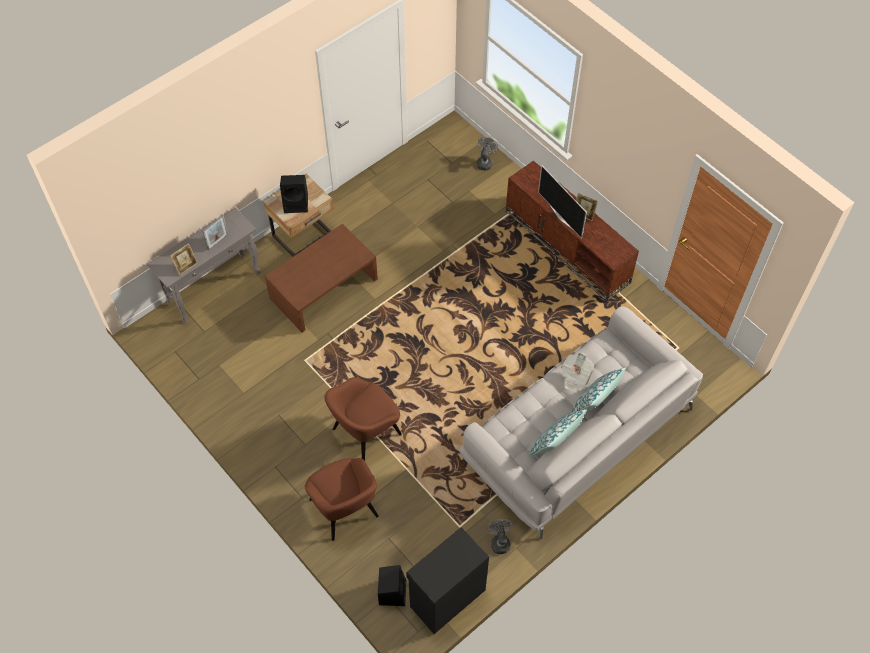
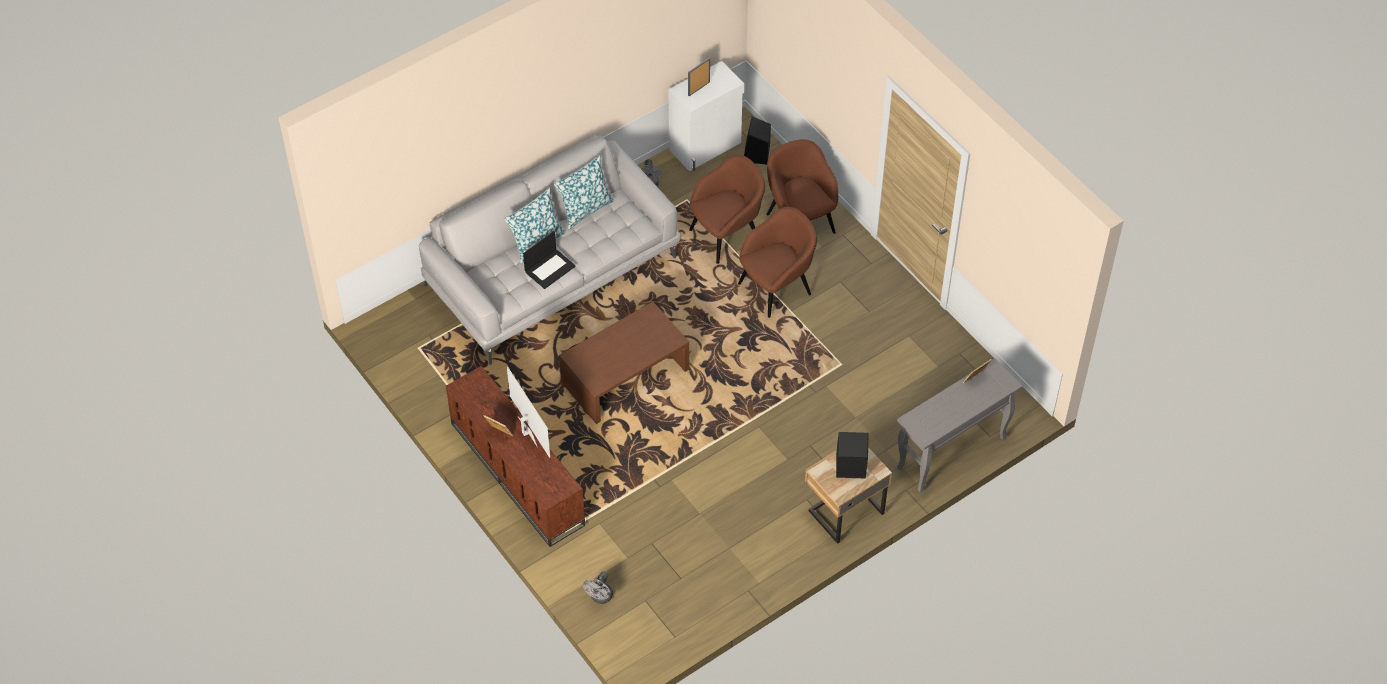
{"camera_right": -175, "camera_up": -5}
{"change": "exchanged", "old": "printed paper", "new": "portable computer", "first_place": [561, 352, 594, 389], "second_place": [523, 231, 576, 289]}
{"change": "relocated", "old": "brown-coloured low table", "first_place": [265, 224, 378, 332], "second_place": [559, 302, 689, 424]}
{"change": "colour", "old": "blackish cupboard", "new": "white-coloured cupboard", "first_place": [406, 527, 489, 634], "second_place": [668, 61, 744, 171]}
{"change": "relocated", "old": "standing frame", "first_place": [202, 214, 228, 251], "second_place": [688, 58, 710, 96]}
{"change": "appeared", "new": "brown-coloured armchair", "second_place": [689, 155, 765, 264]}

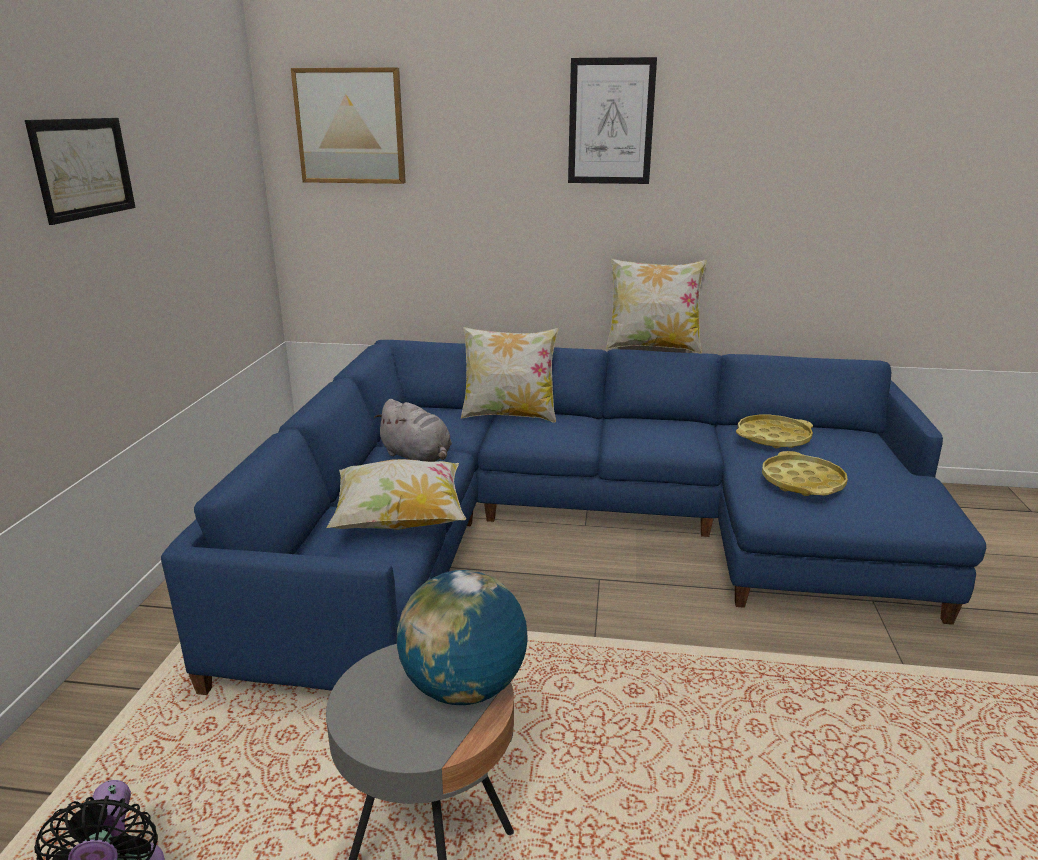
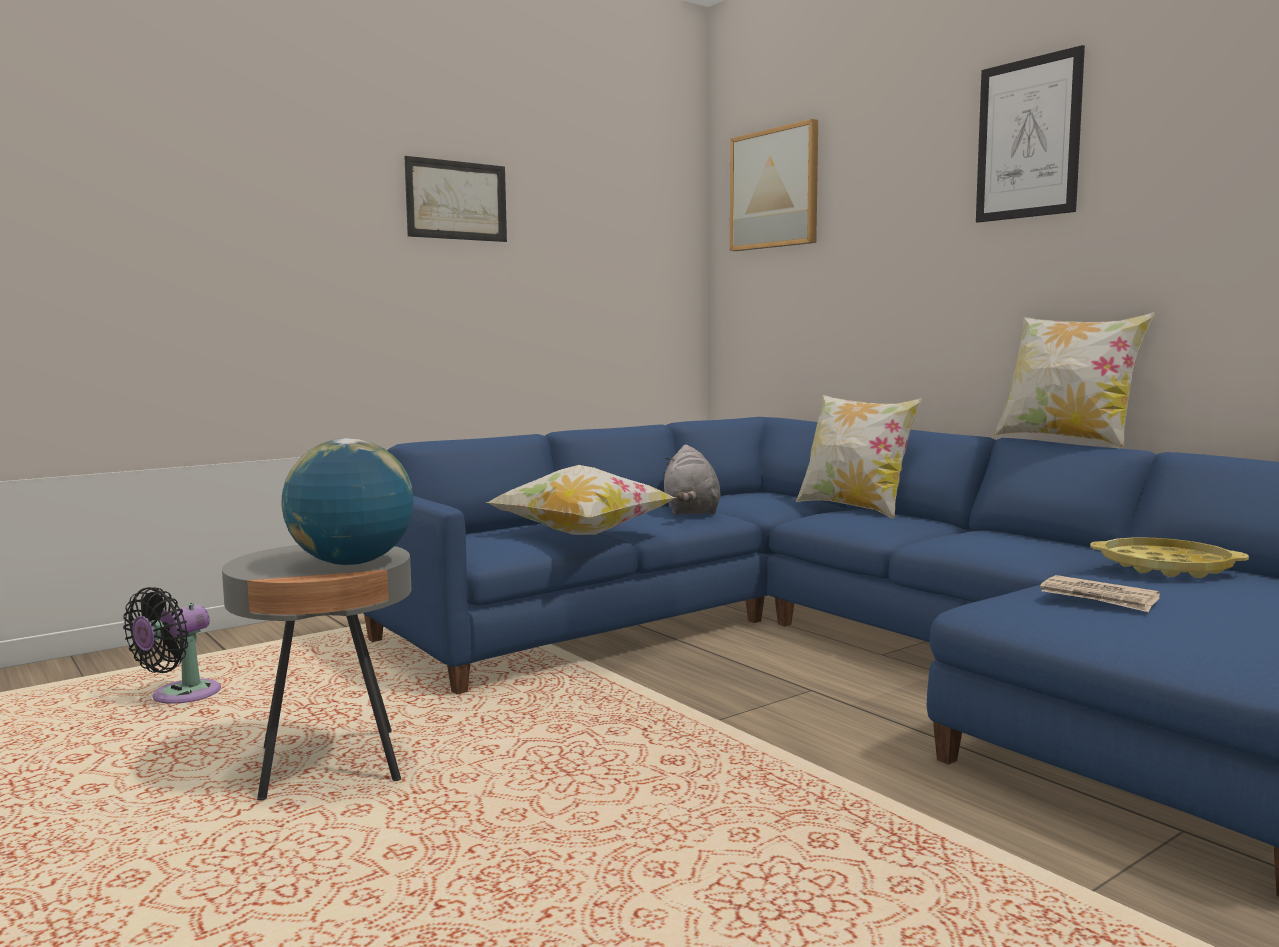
{"camera_right": 45, "camera_up": -15}
{"change": "exchanged", "old": "yellow-coloured carrying tray", "new": "printed paper", "first_place": [762, 451, 848, 496], "second_place": [1040, 575, 1160, 612]}

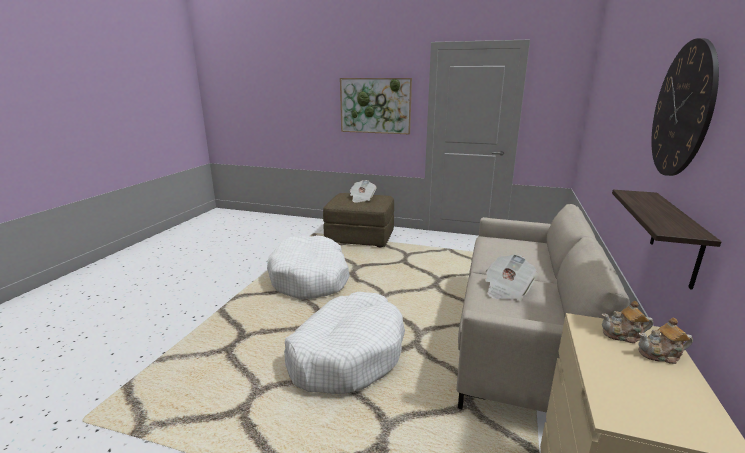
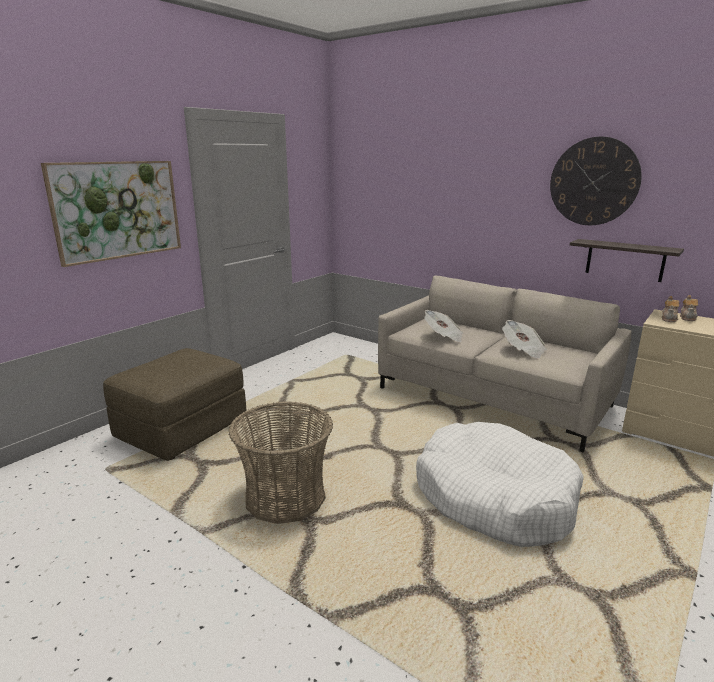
{"camera_right": -70, "camera_up": 0}
{"change": "exchanged", "old": "white-coloured dog bed", "new": "storage basket", "first_place": [267, 235, 350, 299], "second_place": [228, 401, 333, 524]}
{"change": "relocated", "old": "printed paper", "first_place": [350, 180, 377, 203], "second_place": [424, 310, 464, 343]}

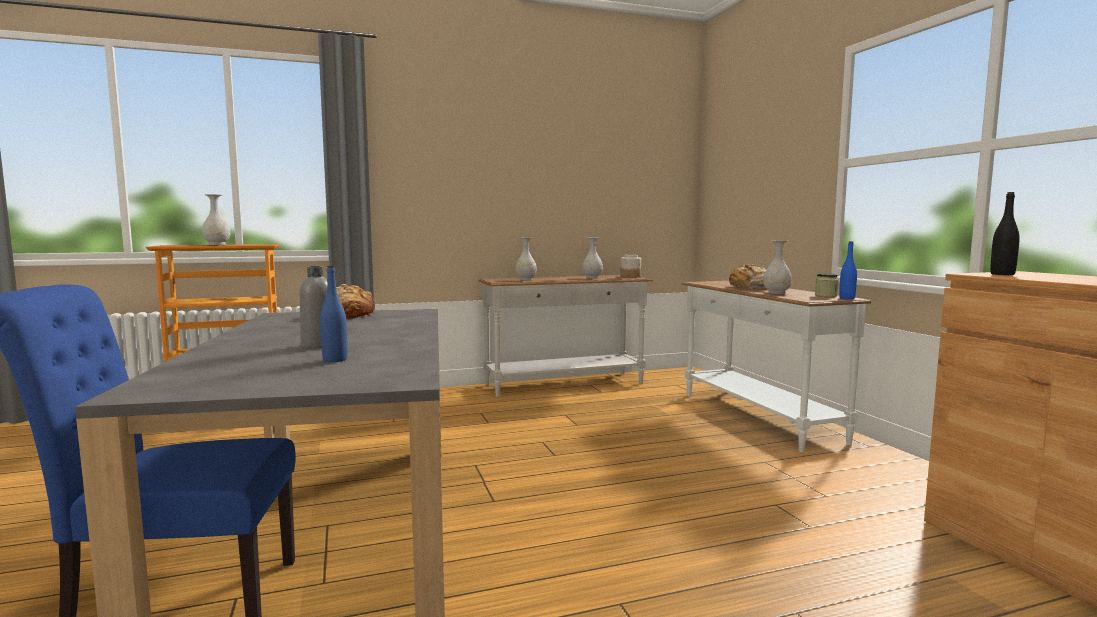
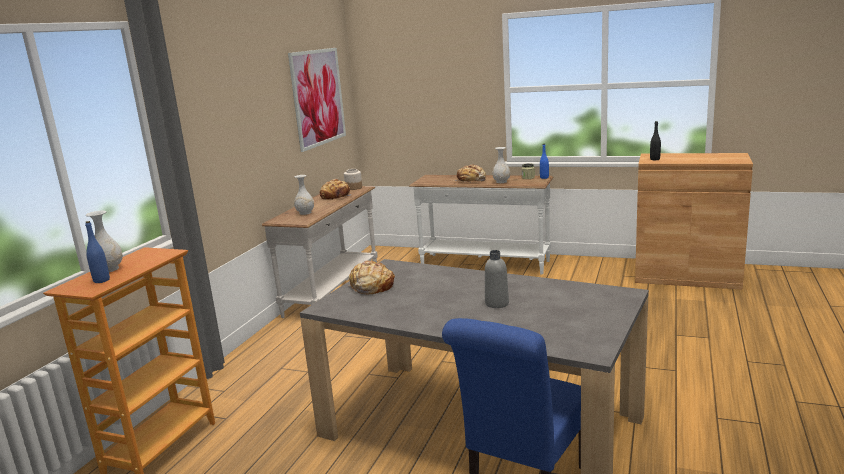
{"camera_right": -50, "camera_up": 10}
{"change": "relocated", "old": "blue-coloured beverage bottle", "first_place": [320, 266, 348, 362], "second_place": [85, 221, 110, 283]}
{"change": "appeared", "new": "wall art", "second_place": [288, 48, 346, 152]}
{"change": "exchanged", "old": "white-coloured decorative vase", "new": "baked bread", "first_place": [582, 237, 603, 278], "second_place": [320, 179, 352, 200]}

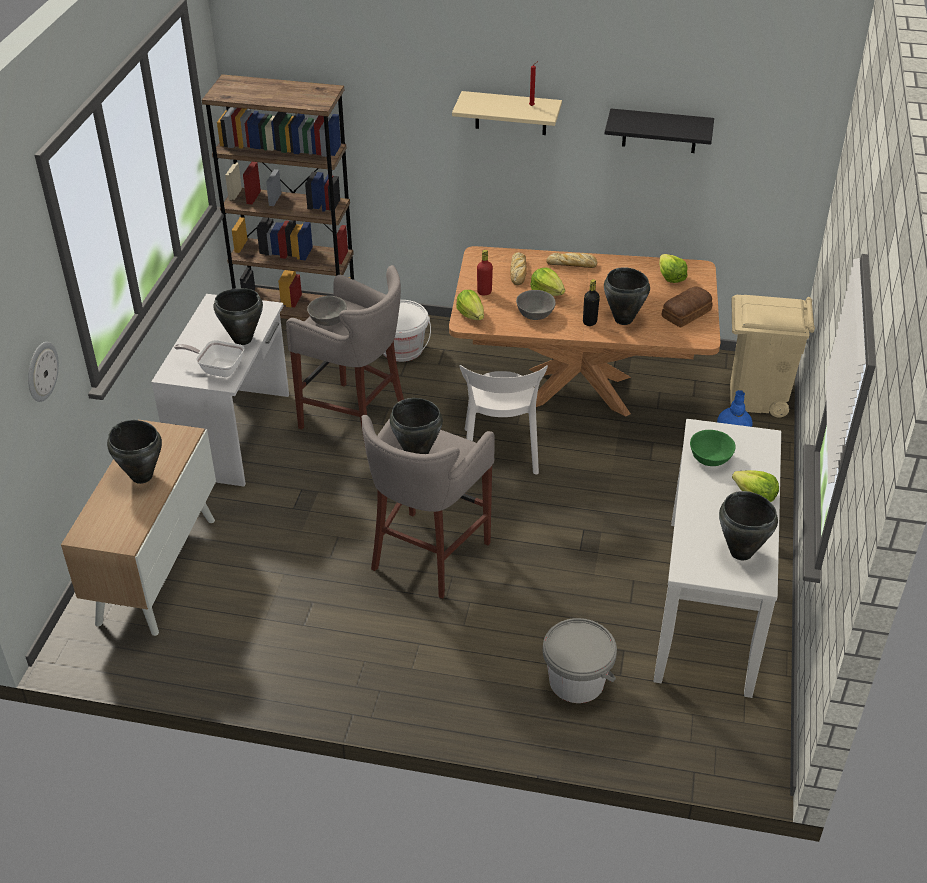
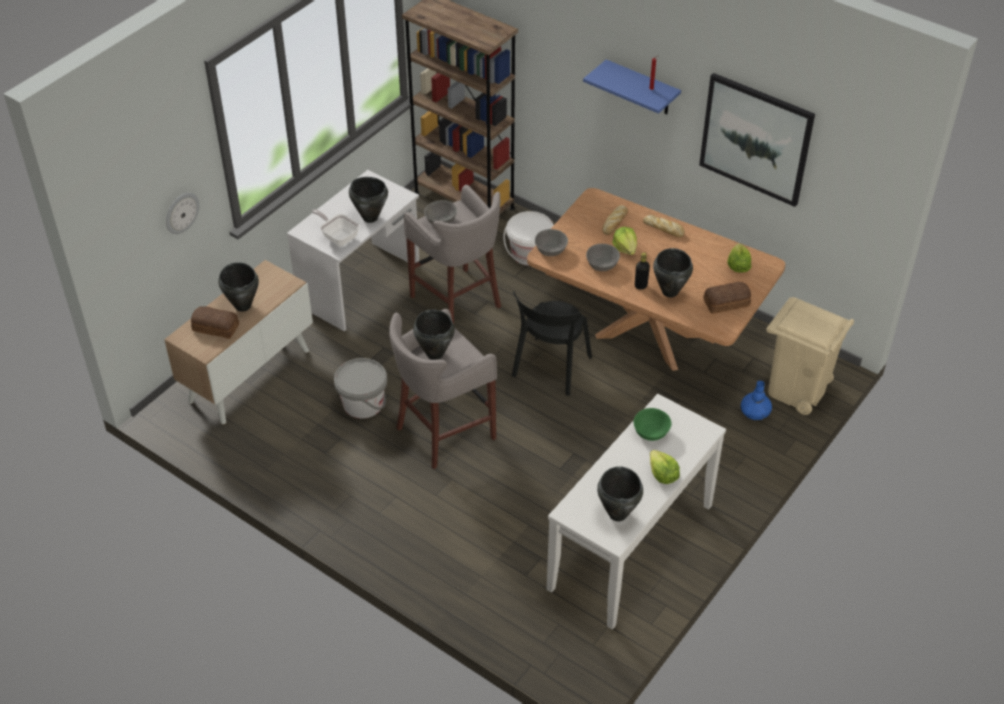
{"camera_right": 25, "camera_up": 5}
{"change": "appeared", "new": "baked bread", "second_place": [191, 306, 239, 339]}
{"change": "relocated", "old": "greyish pail", "first_place": [543, 618, 617, 703], "second_place": [334, 358, 387, 419]}
{"change": "colour", "old": "white-coloured chair", "new": "blackish chair", "first_place": [459, 365, 548, 474], "second_place": [512, 291, 592, 396]}
{"change": "exchanged", "old": "head of lettuce", "new": "greyish bowl", "first_place": [456, 290, 484, 320], "second_place": [535, 229, 568, 256]}
{"change": "colour", "old": "sand-coloured shelf", "new": "blue-coloured shelf", "first_place": [452, 91, 562, 135], "second_place": [583, 59, 681, 114]}
{"change": "exchanged", "old": "blackish shelf", "new": "wall art", "first_place": [605, 109, 714, 153], "second_place": [699, 73, 815, 207]}
{"change": "missing", "old": "red beverage bottle", "first_place": [477, 250, 493, 295]}

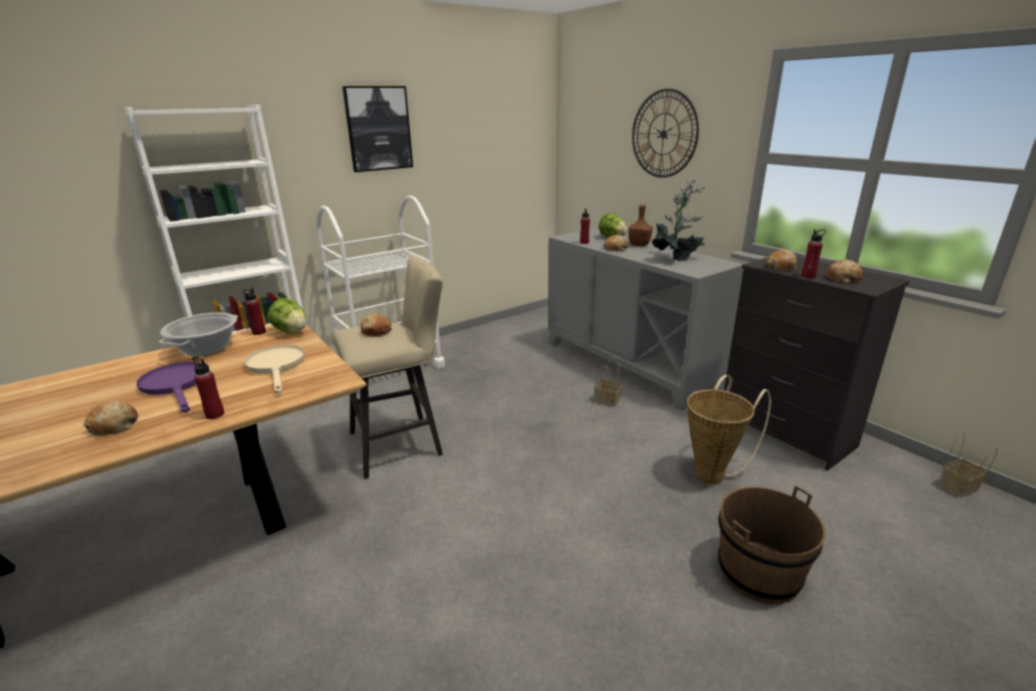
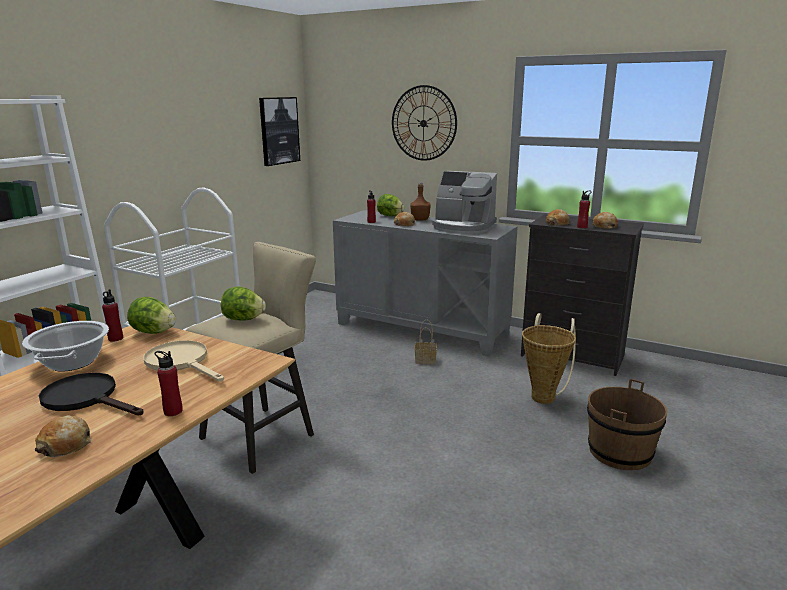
{"camera_right": -25, "camera_up": -5}
{"change": "colour", "old": "purple skillet", "new": "blackish skillet", "first_place": [136, 362, 199, 412], "second_place": [39, 373, 144, 416]}
{"change": "exchanged", "old": "baked bread", "new": "head of lettuce", "first_place": [361, 314, 392, 337], "second_place": [221, 286, 266, 320]}
{"change": "relocated", "old": "wall art", "first_place": [342, 86, 413, 172], "second_place": [259, 97, 300, 166]}
{"change": "exchanged", "old": "potted plant", "new": "coffee brewer", "first_place": [652, 180, 705, 261], "second_place": [432, 171, 497, 234]}
{"change": "missing", "old": "storage basket", "first_place": [939, 432, 997, 497]}

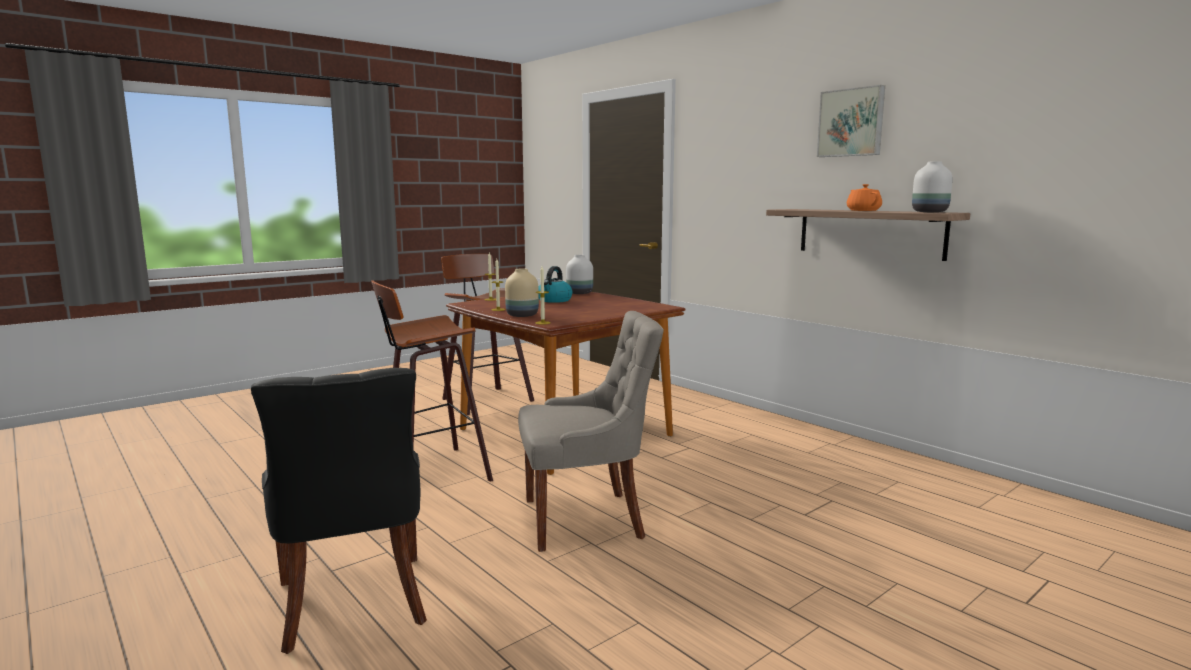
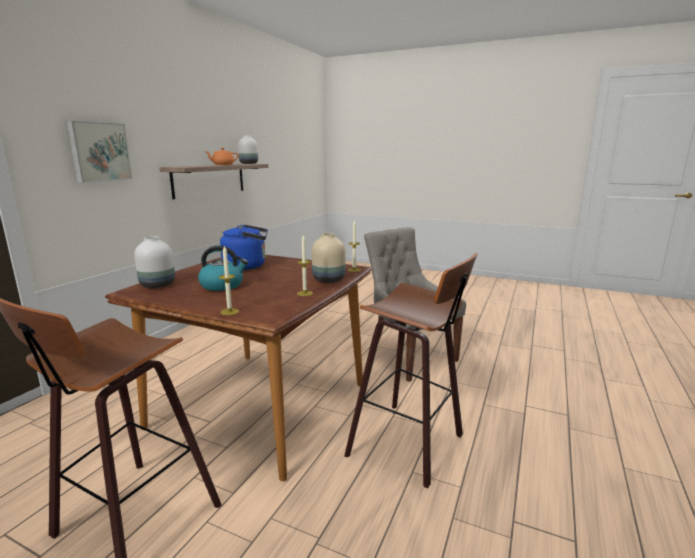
{"camera_right": -115, "camera_up": 5}
{"change": "relocated", "old": "wall art", "first_place": [817, 85, 885, 157], "second_place": [67, 121, 132, 183]}
{"change": "appeared", "new": "blue-coloured kettle", "second_place": [220, 225, 268, 270]}
{"change": "missing", "old": "blackish chair", "first_place": [251, 368, 427, 654]}

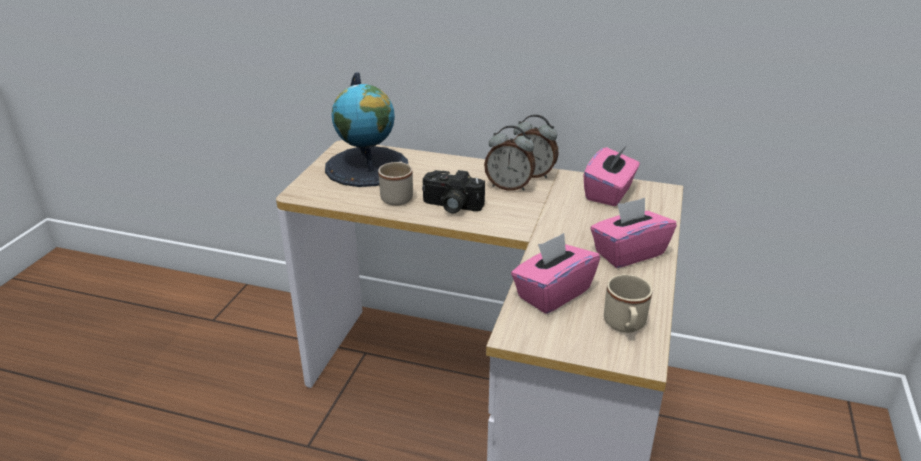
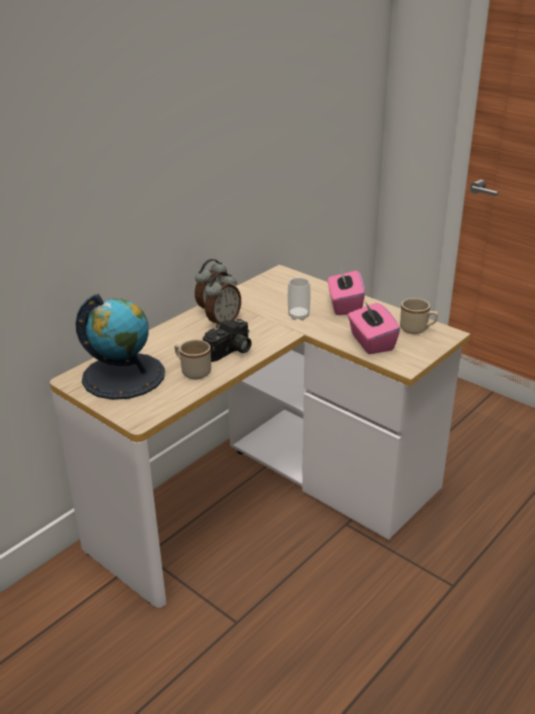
{"camera_right": -65, "camera_up": 0}
{"change": "appeared", "new": "drinking cup", "second_place": [288, 278, 311, 321]}
{"change": "missing", "old": "pink tissue box", "first_place": [583, 145, 640, 206]}

